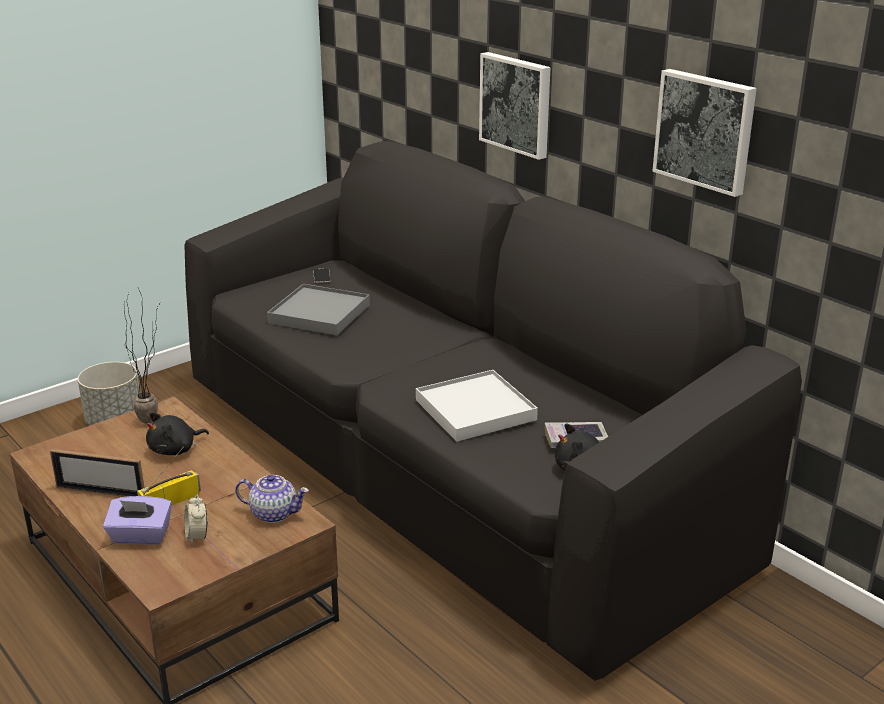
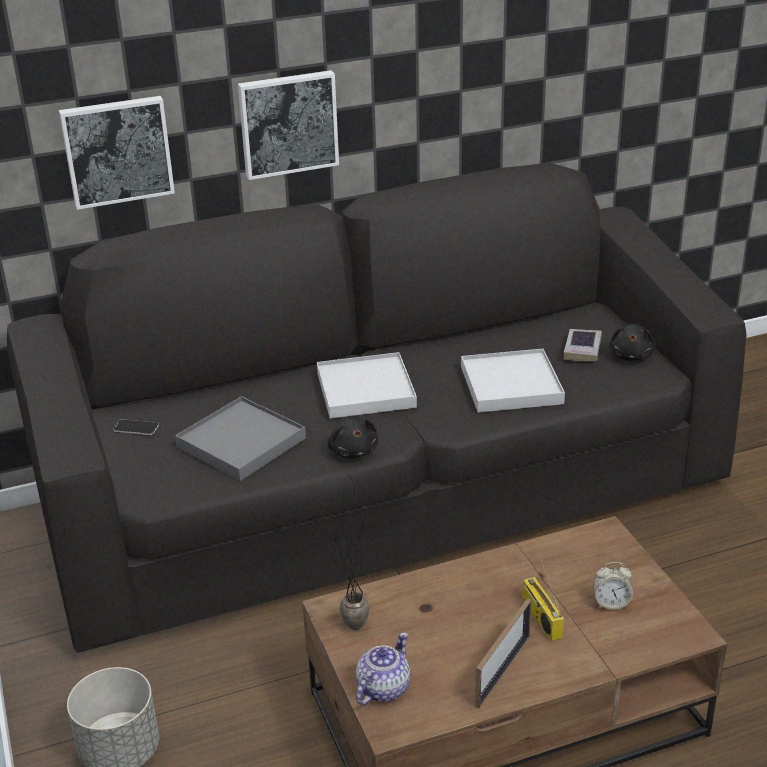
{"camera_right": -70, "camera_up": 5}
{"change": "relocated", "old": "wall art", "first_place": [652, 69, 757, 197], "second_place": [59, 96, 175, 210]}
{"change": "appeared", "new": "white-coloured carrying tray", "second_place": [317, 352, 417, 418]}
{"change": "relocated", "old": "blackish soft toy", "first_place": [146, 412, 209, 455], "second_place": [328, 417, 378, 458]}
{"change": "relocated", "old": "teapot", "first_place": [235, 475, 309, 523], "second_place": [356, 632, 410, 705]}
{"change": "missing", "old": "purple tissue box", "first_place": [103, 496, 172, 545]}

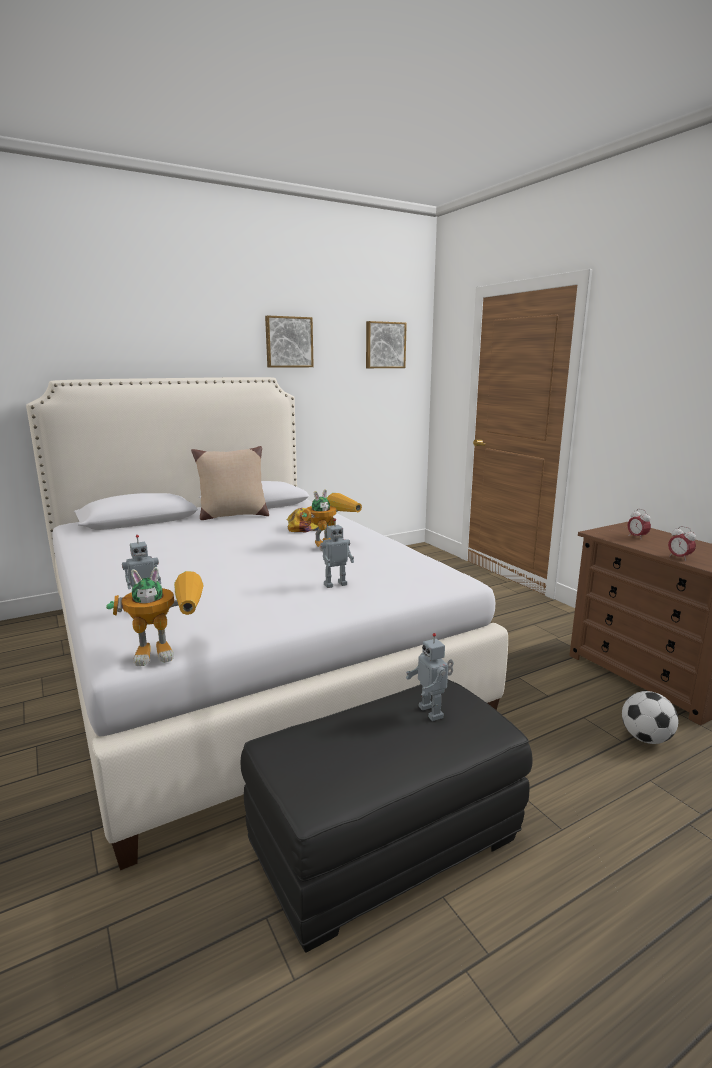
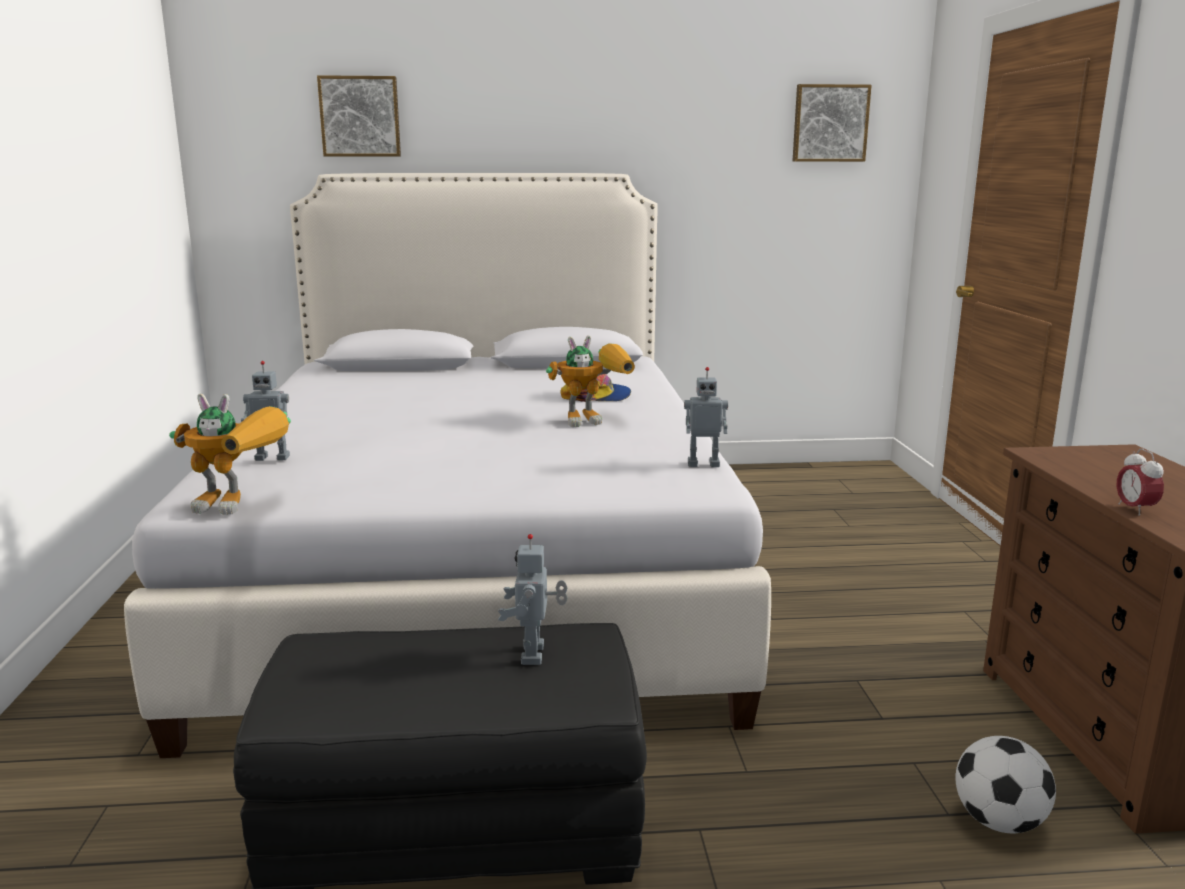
{"camera_right": 25, "camera_up": 0}
{"change": "relocated", "old": "wall art", "first_place": [265, 315, 314, 368], "second_place": [317, 75, 401, 157]}
{"change": "relocated", "old": "robot figure", "first_place": [320, 518, 354, 588], "second_place": [684, 367, 728, 467]}
{"change": "missing", "old": "sand-coloured cushion", "first_place": [191, 446, 269, 520]}
{"change": "missing", "old": "alarm clock", "first_place": [628, 509, 651, 540]}

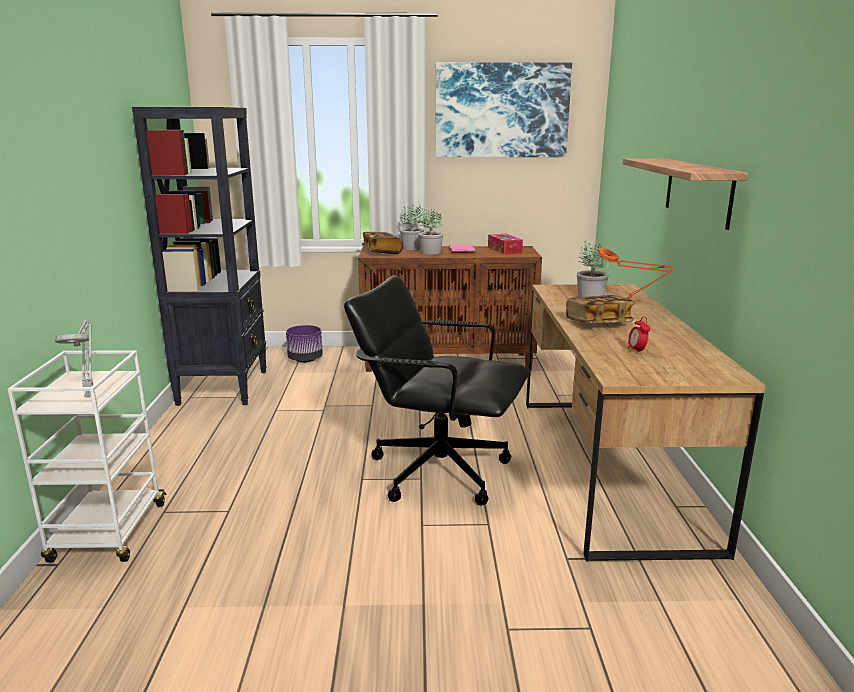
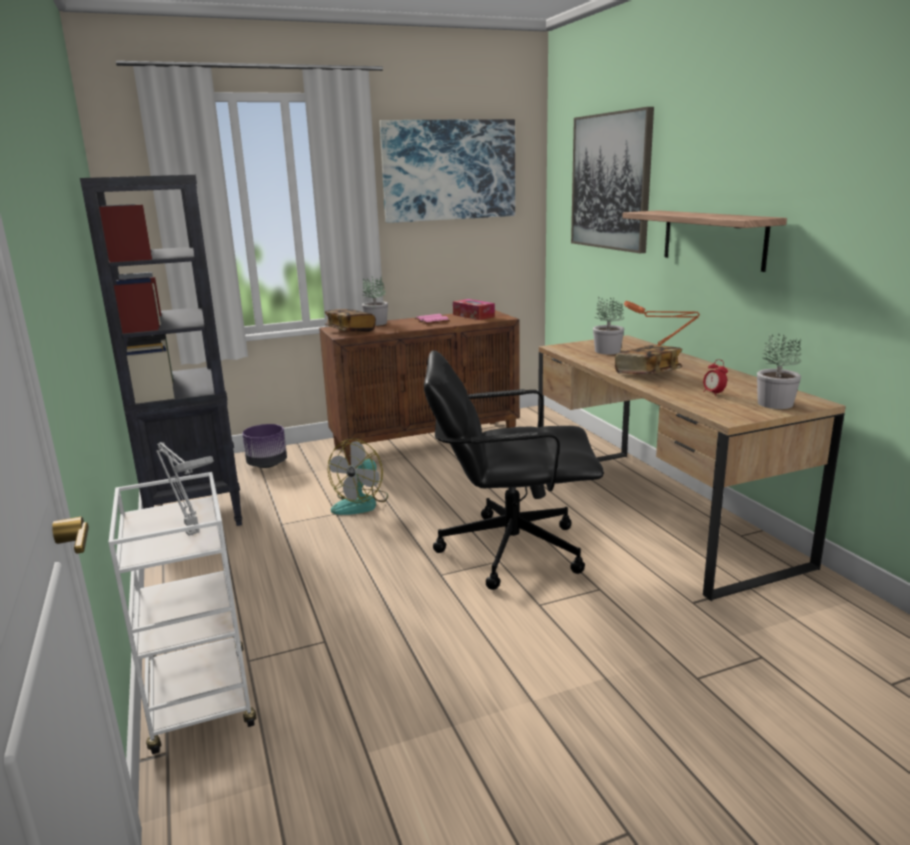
{"camera_right": -20, "camera_up": 0}
{"change": "appeared", "new": "fan", "second_place": [328, 439, 388, 515]}
{"change": "appeared", "new": "wall art", "second_place": [571, 107, 654, 253]}
{"change": "relocated", "old": "potted plant", "first_place": [419, 209, 443, 254], "second_place": [757, 333, 802, 409]}

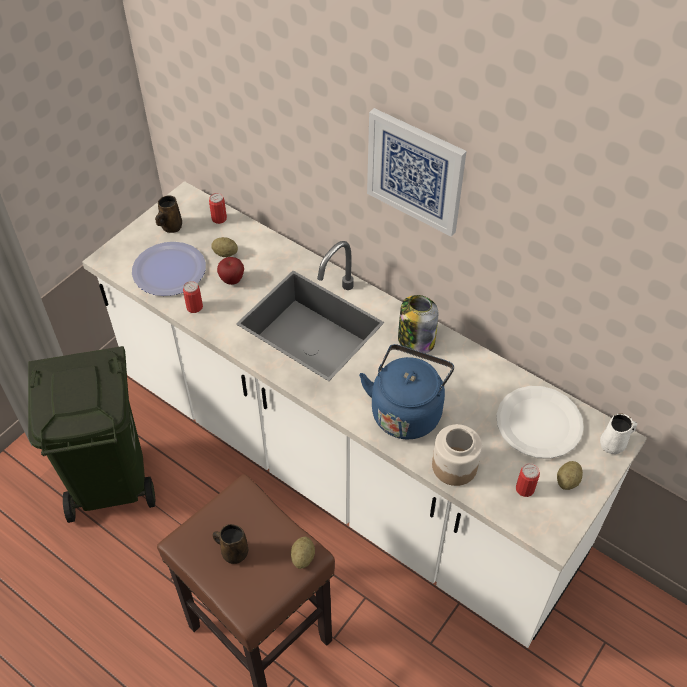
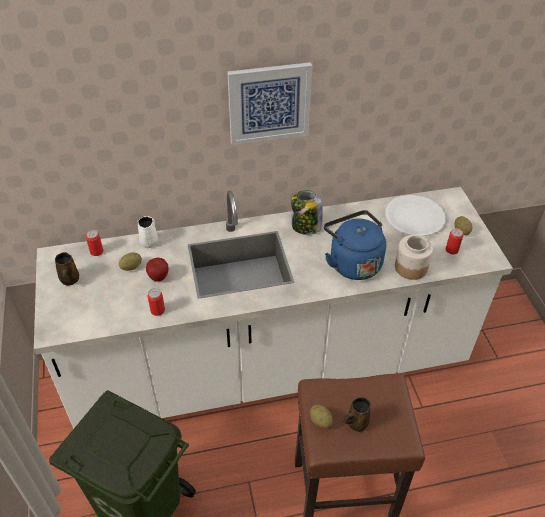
{"camera_right": -50, "camera_up": -5}
{"change": "relocated", "old": "white-coloured tea mug", "first_place": [600, 413, 637, 454], "second_place": [138, 216, 158, 248]}
{"change": "relocated", "old": "spud", "first_place": [291, 537, 315, 569], "second_place": [310, 405, 333, 428]}
{"change": "missing", "old": "dinner plate", "first_place": [132, 242, 206, 296]}

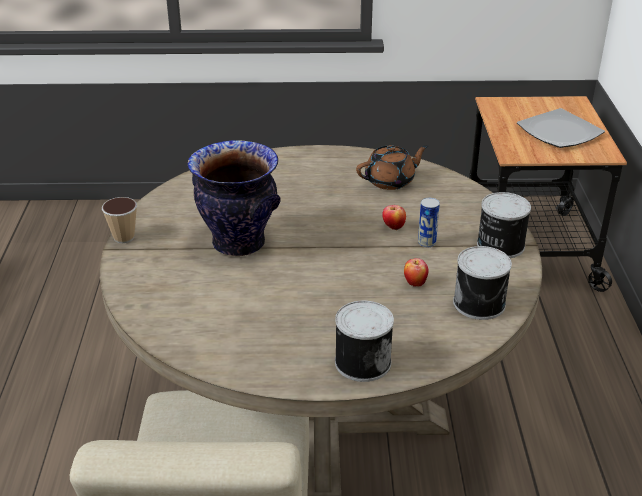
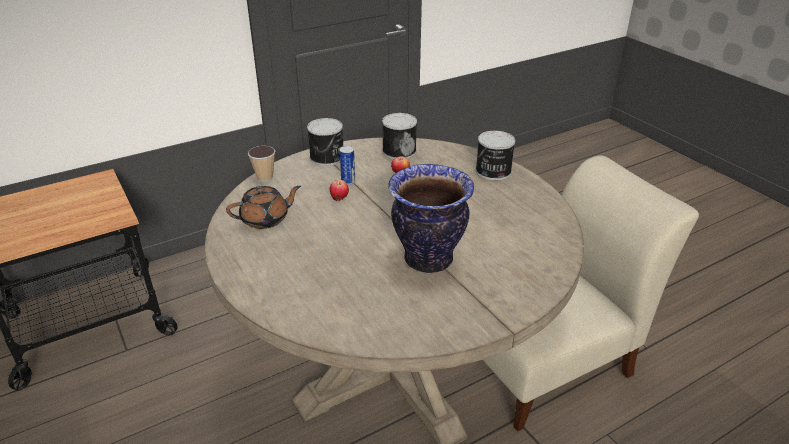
{"camera_right": -120, "camera_up": 0}
{"change": "spun", "old": "brown-coloured teapot", "first_place": [356, 145, 428, 190], "second_place": [226, 186, 301, 229], "degrees": 120}
{"change": "relocated", "old": "drinking cup", "first_place": [102, 197, 137, 243], "second_place": [248, 146, 275, 182]}
{"change": "missing", "old": "dinner plate", "first_place": [517, 108, 605, 148]}

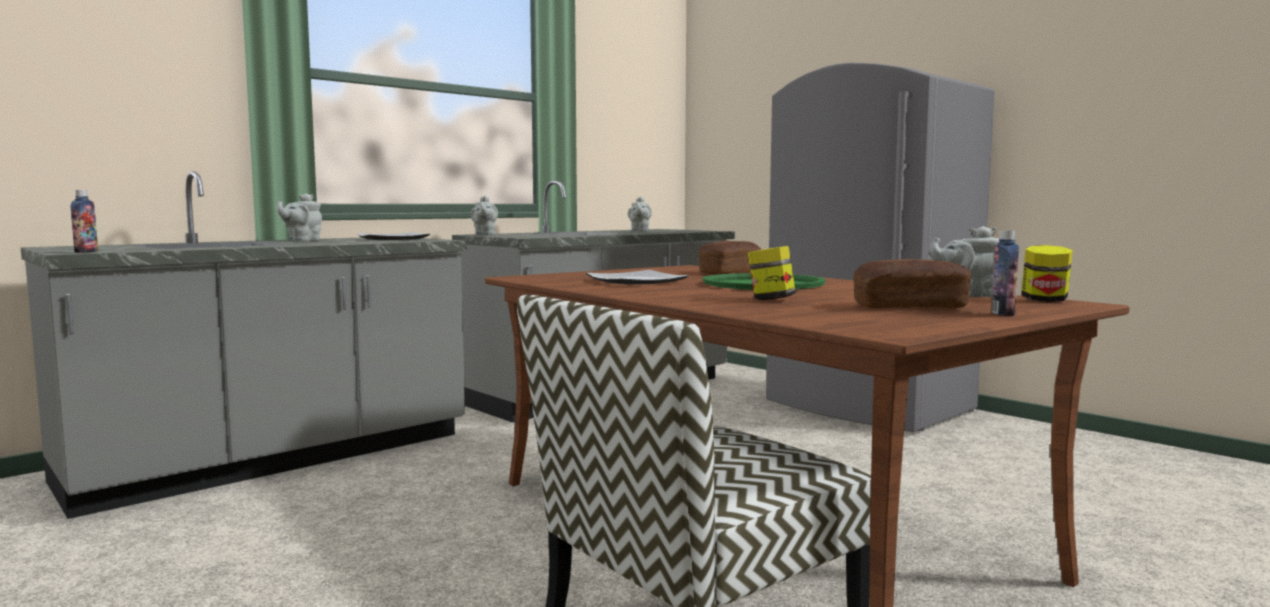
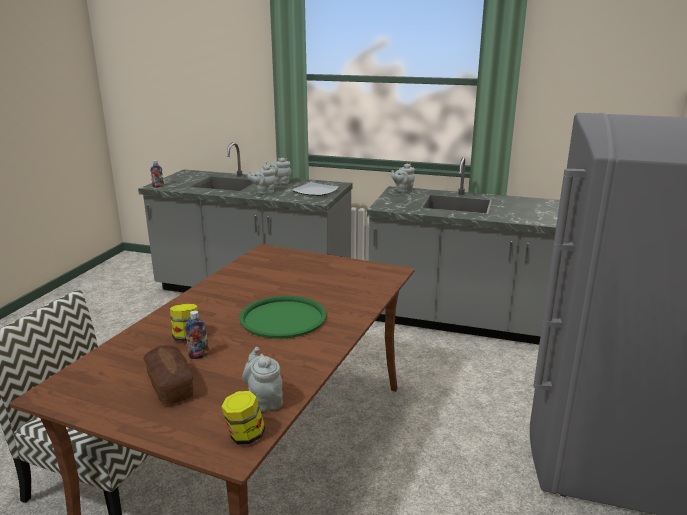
{"camera_right": 60, "camera_up": 15}
{"change": "relocated", "old": "beverage bottle", "first_place": [992, 231, 1019, 316], "second_place": [185, 311, 209, 359]}
{"change": "relocated", "old": "greyish teapot", "first_place": [628, 196, 652, 231], "second_place": [248, 165, 276, 194]}
{"change": "missing", "old": "dinner plate", "first_place": [586, 270, 689, 285]}
{"change": "missing", "old": "baked bread", "first_place": [699, 241, 761, 275]}

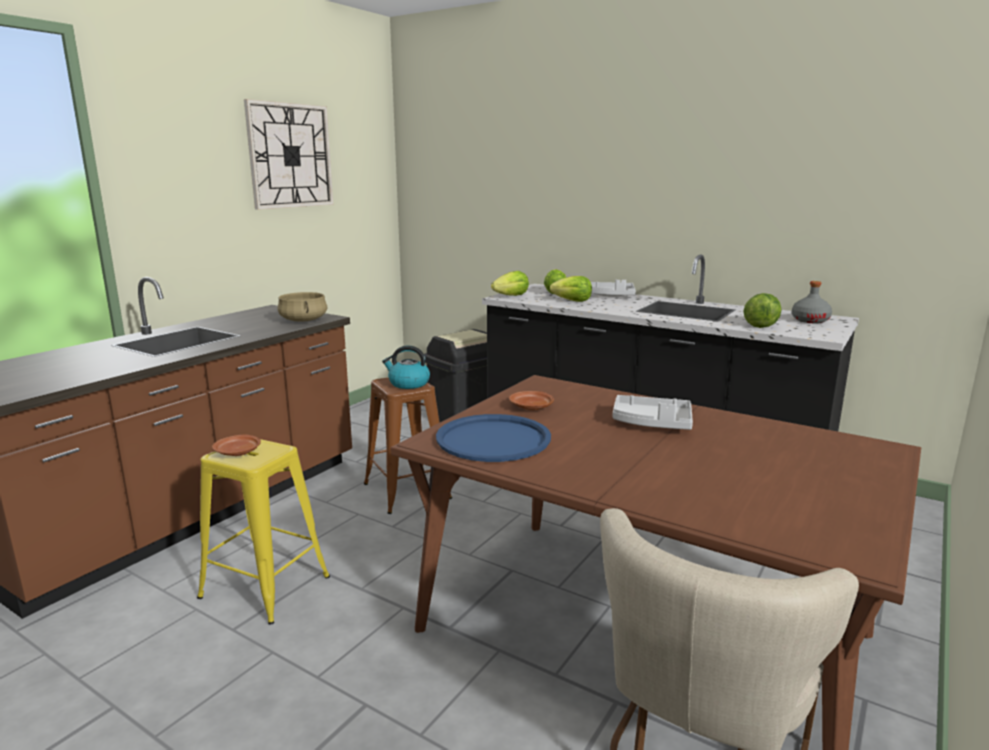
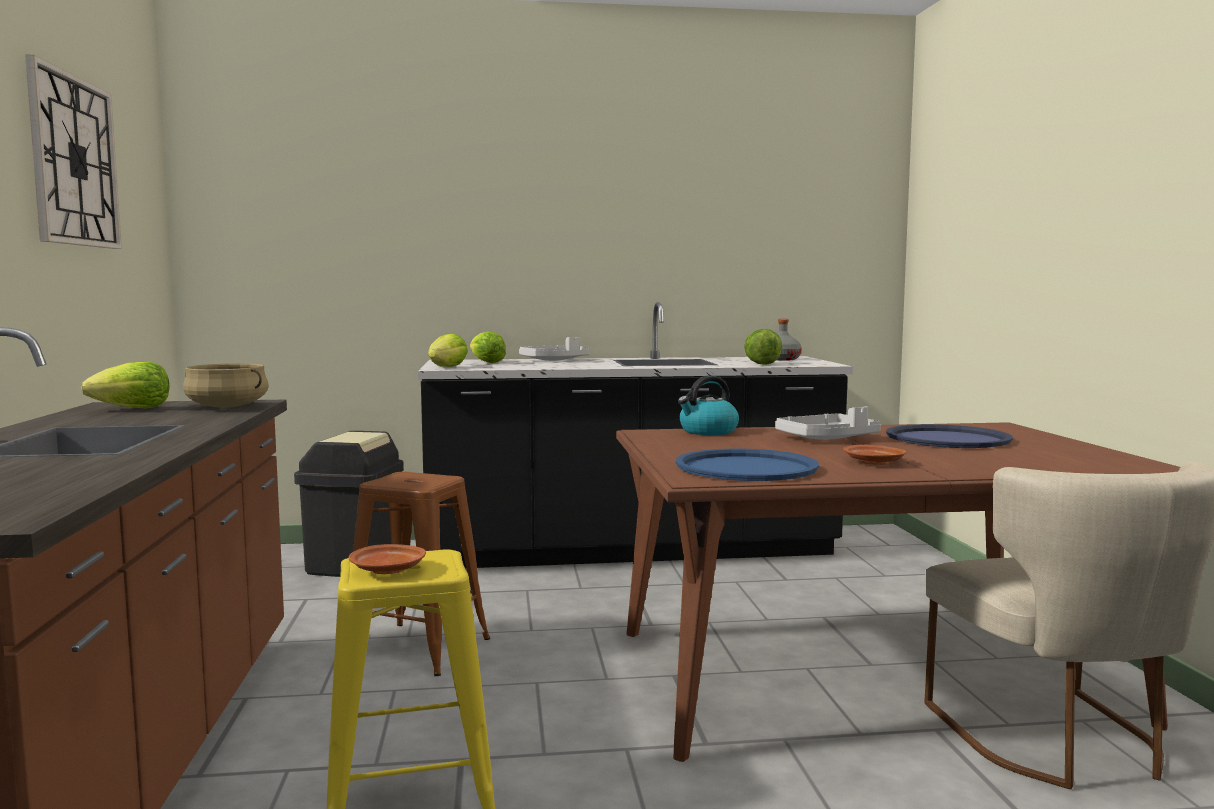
{"camera_right": -40, "camera_up": -10}
{"change": "relocated", "old": "head of lettuce", "first_place": [550, 276, 592, 302], "second_place": [82, 361, 169, 408]}
{"change": "relocated", "old": "kettle", "first_place": [382, 346, 430, 389], "second_place": [678, 375, 739, 435]}
{"change": "relocated", "old": "brown-coloured dinner plate", "first_place": [509, 391, 554, 410], "second_place": [843, 444, 906, 465]}
{"change": "appeared", "new": "blue-coloured carrying tray", "second_place": [886, 424, 1013, 448]}

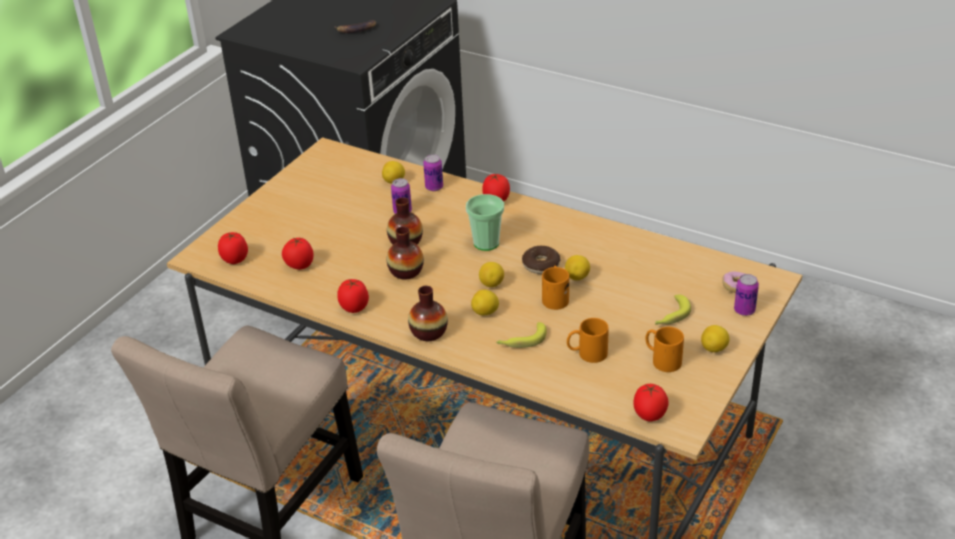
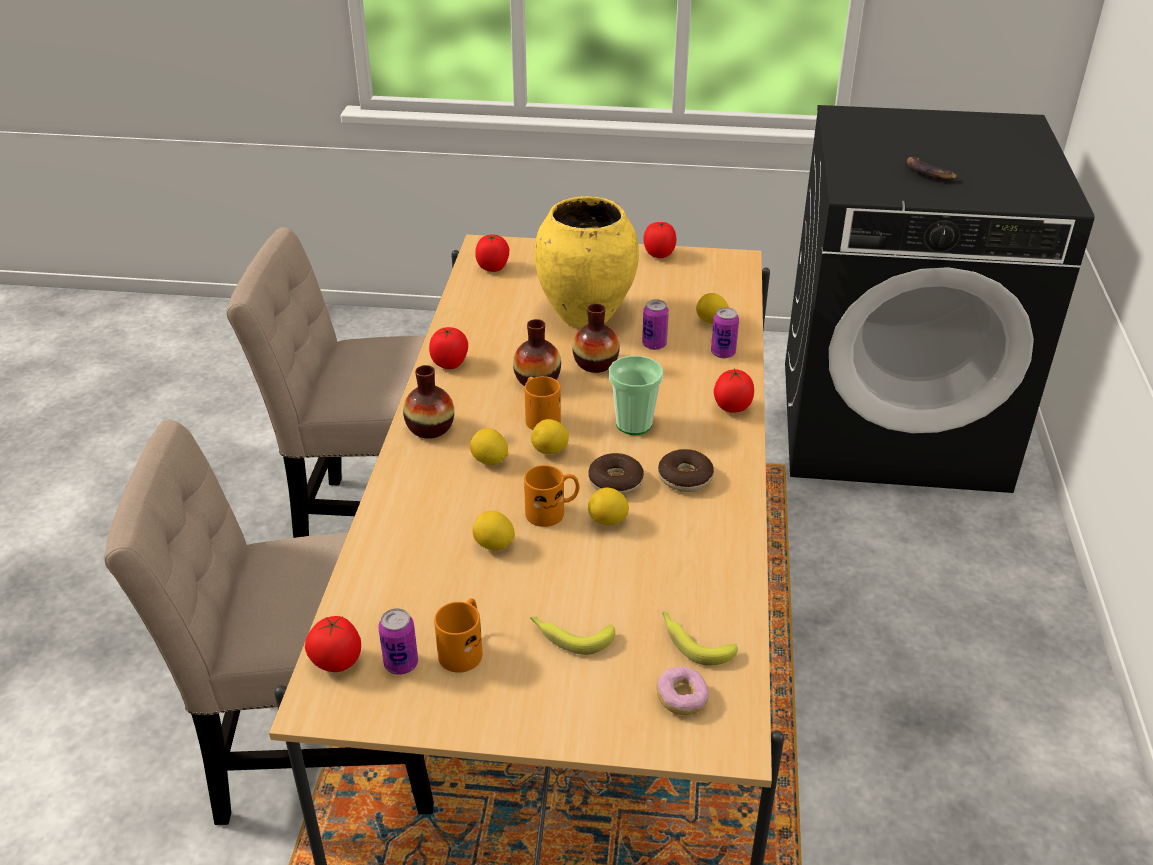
{"camera_right": 65, "camera_up": 0}
{"change": "relocated", "old": "sealed can", "first_place": [734, 274, 759, 316], "second_place": [378, 608, 418, 675]}
{"change": "relocated", "old": "citrus fruit", "first_place": [701, 325, 730, 352], "second_place": [472, 511, 515, 551]}
{"change": "relocated", "old": "orange tea mug", "first_place": [567, 318, 609, 363], "second_place": [525, 376, 561, 430]}
{"change": "appeared", "new": "yellow-coloured decorative vase", "second_place": [534, 196, 639, 328]}
{"change": "relocated", "old": "fresh tomato", "first_place": [282, 237, 314, 270], "second_place": [644, 222, 676, 258]}
{"change": "appeared", "new": "ring doughnut", "second_place": [658, 449, 714, 492]}
{"change": "relocated", "old": "banana fruit", "first_place": [496, 322, 546, 348], "second_place": [662, 611, 738, 666]}

